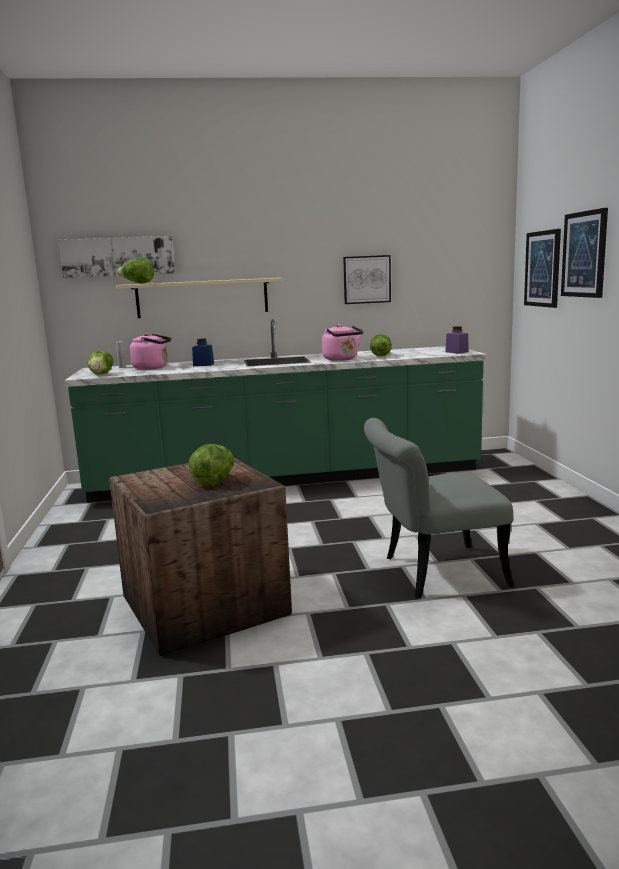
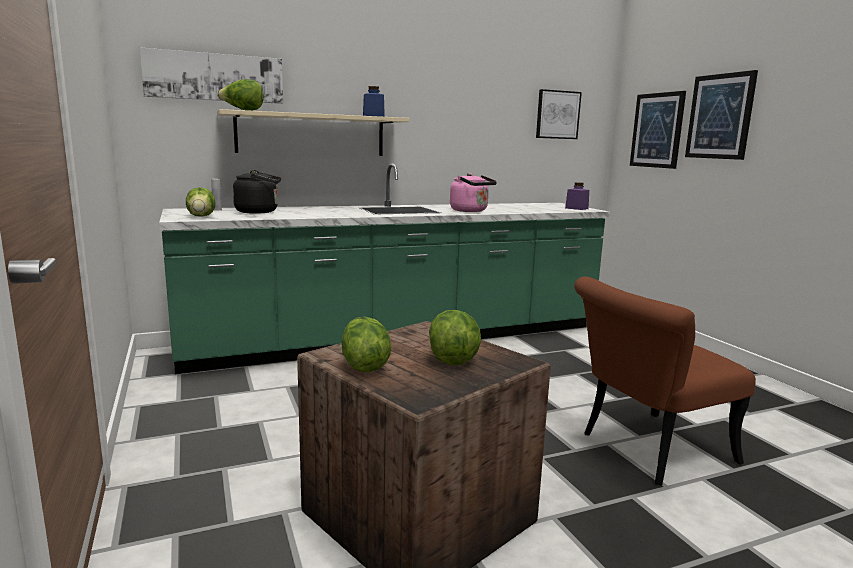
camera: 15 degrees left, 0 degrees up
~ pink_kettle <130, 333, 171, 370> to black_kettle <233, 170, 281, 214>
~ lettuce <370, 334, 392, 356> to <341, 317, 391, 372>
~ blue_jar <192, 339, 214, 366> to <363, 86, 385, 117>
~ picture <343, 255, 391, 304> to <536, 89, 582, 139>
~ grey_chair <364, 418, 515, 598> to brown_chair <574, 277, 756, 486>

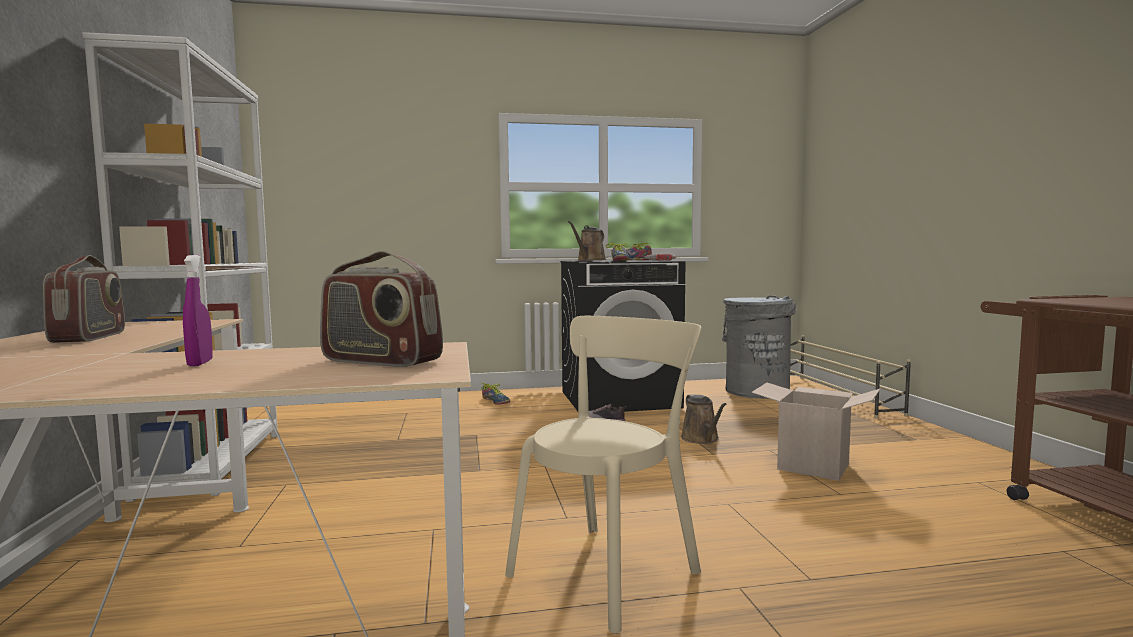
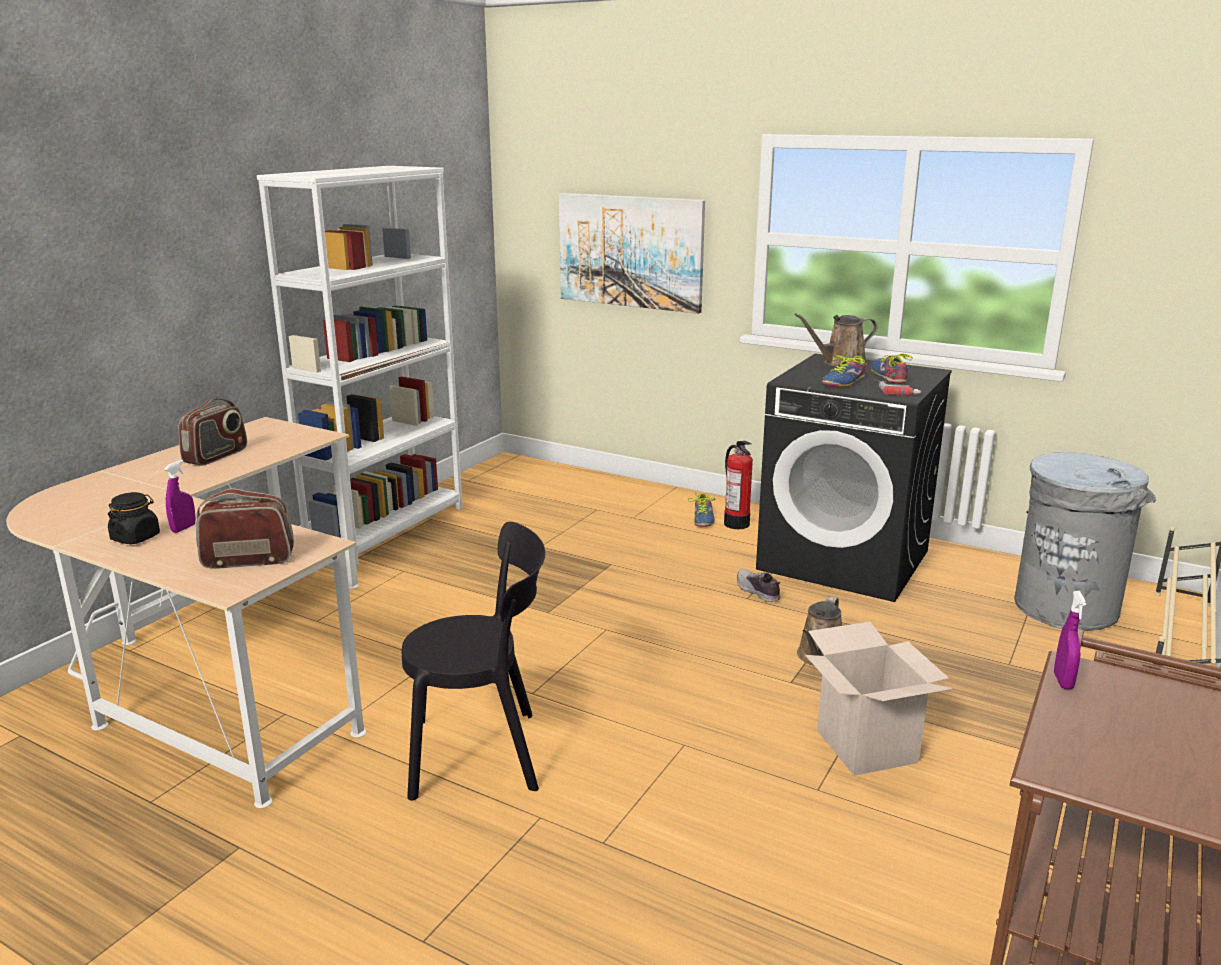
camera: 40 degrees right, 15 degrees up
+ black_jar <108, 492, 160, 544>
~ radio <320, 251, 443, 367> = <196, 488, 294, 569> 105 degrees clockwise
~ beige_chair <505, 316, 701, 634> to black_chair <402, 522, 545, 801>
+ picture <559, 193, 705, 314>
+ fire_extinguisher <724, 441, 753, 529>
+ purple_spray_bottle <1054, 591, 1086, 690>

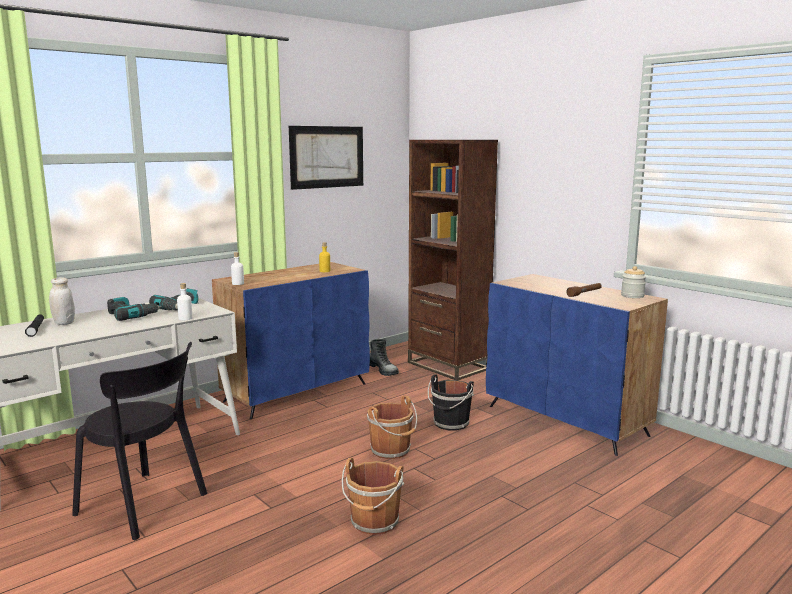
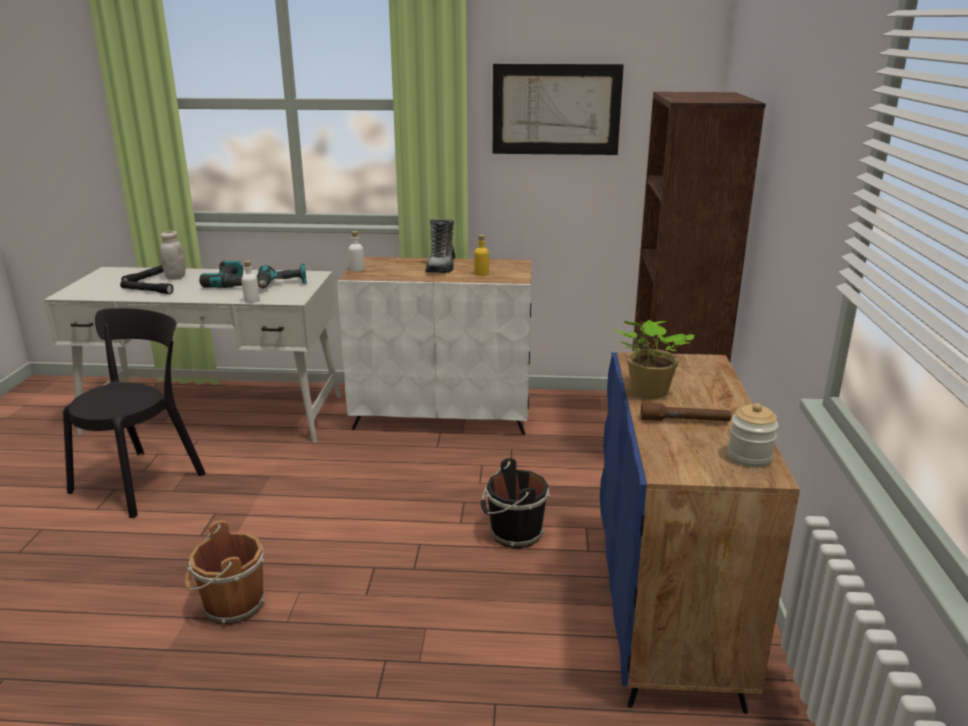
camera: 45 degrees right, 10 degrees up
~ black_chair <72, 342, 207, 540> = <63, 308, 206, 518> 135 degrees counterclockwise
+ black_flashlight <120, 281, 173, 294>
~ blue_cabinet <212, 262, 370, 419> to white_cabinet <337, 257, 531, 435>
~ boot <369, 338, 399, 376> to <425, 219, 456, 273>
+ potted_plant <613, 320, 694, 399>
- brown_bucket <367, 395, 417, 459>

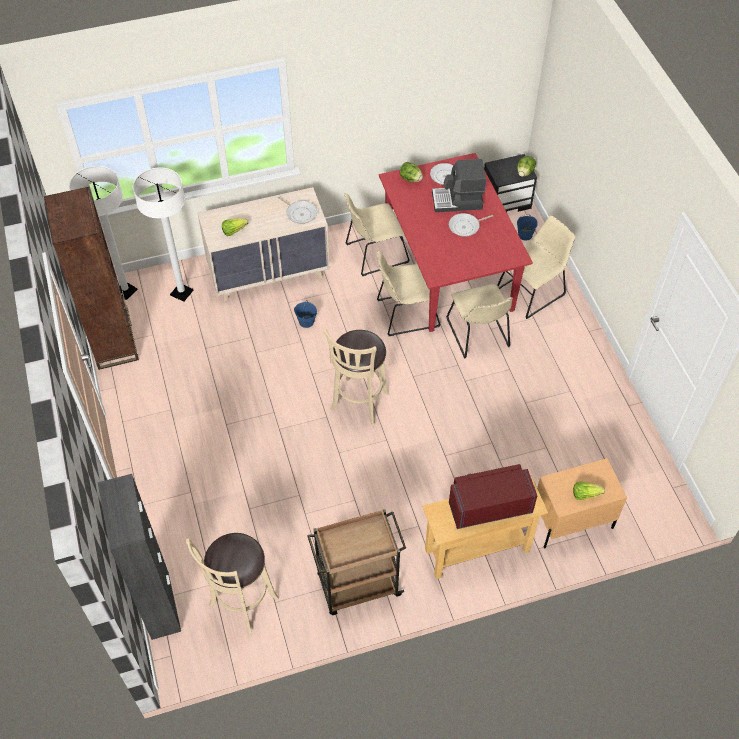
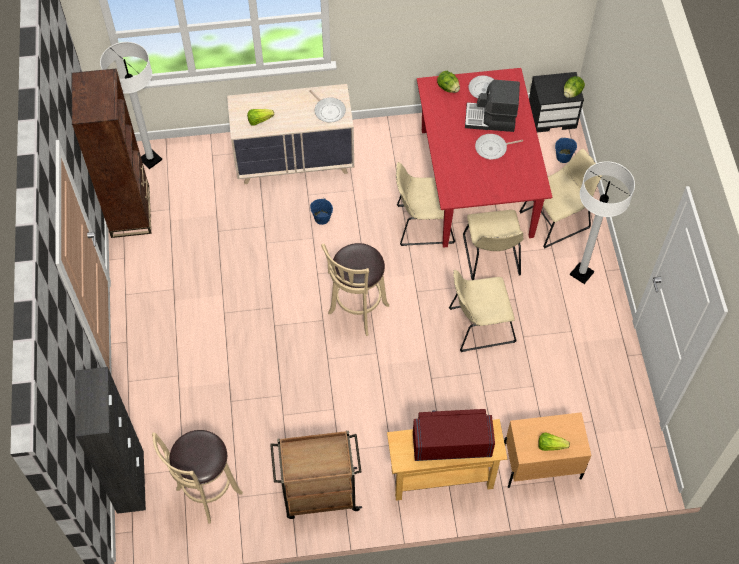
camera: 10 degrees right, 5 degrees up
~ beige_chair <345, 193, 410, 276> to <449, 270, 517, 352>
~ white_floor_lamp <133, 167, 193, 302> to <570, 161, 635, 284>

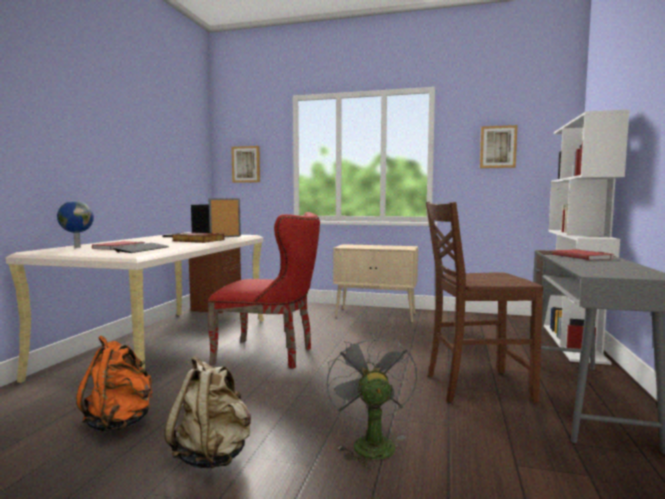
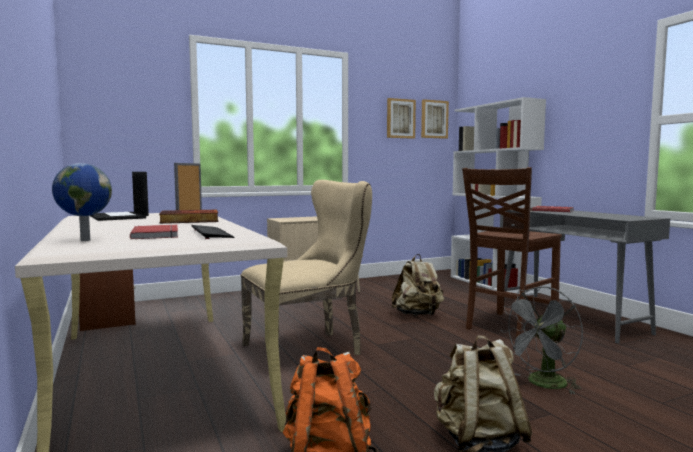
camera: 40 degrees left, 0 degrees up
~ red_chair <207, 212, 320, 369> to beige_chair <240, 180, 372, 355>
+ beige_backpack <391, 254, 444, 316>
~ picture <231, 146, 260, 183> to <421, 99, 449, 139>
~ grey_fan <326, 332, 417, 468> = <500, 286, 583, 395> 75 degrees counterclockwise

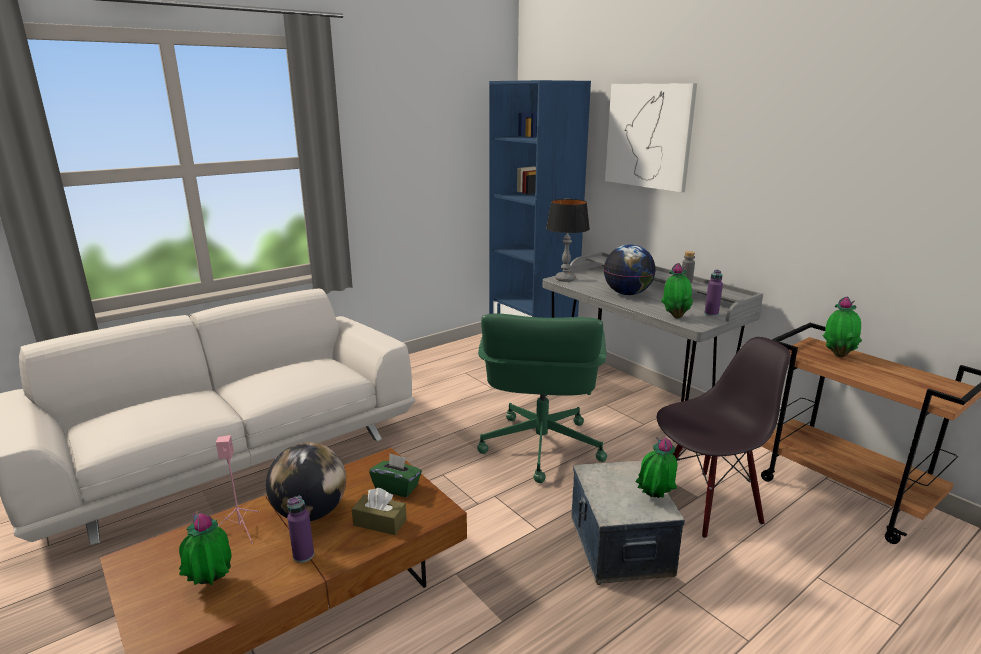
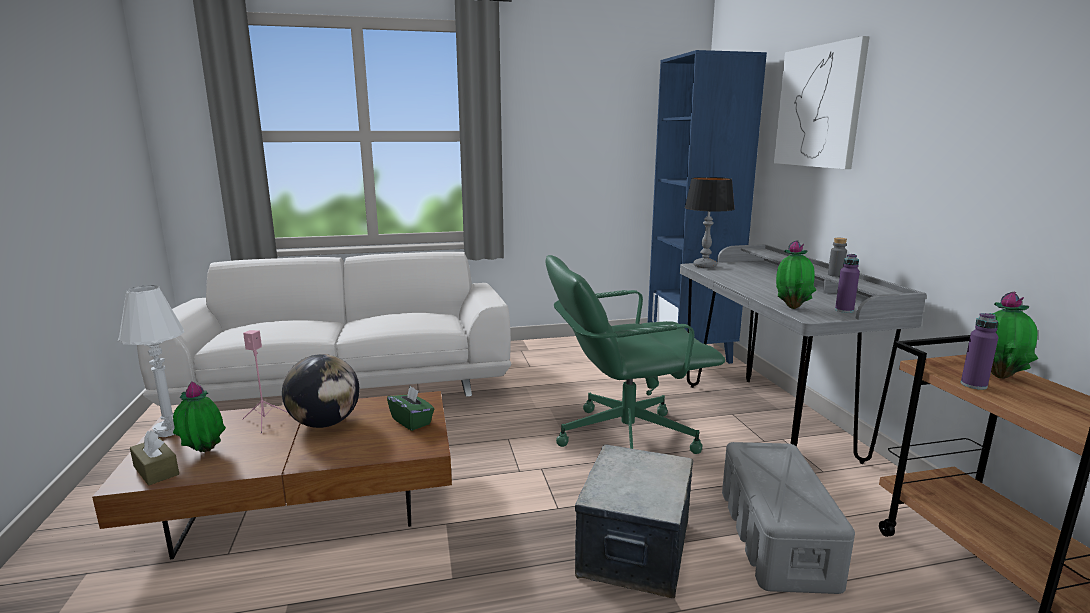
camera: 25 degrees right, 5 degrees down
+ white_table_lamp <118, 285, 184, 437>
~ brown_tissue_box <352, 488, 407, 535> to <130, 431, 179, 485>
~ green_office_chair <477, 313, 607, 483> = <545, 255, 725, 454> 45 degrees clockwise
~ black_chair <657, 337, 791, 539> to grey_storage_box <722, 442, 855, 594>
~ purple_bottle <287, 496, 314, 563> to <961, 313, 999, 390>
- globe <604, 244, 656, 295>
- potted_plant <636, 437, 677, 498>

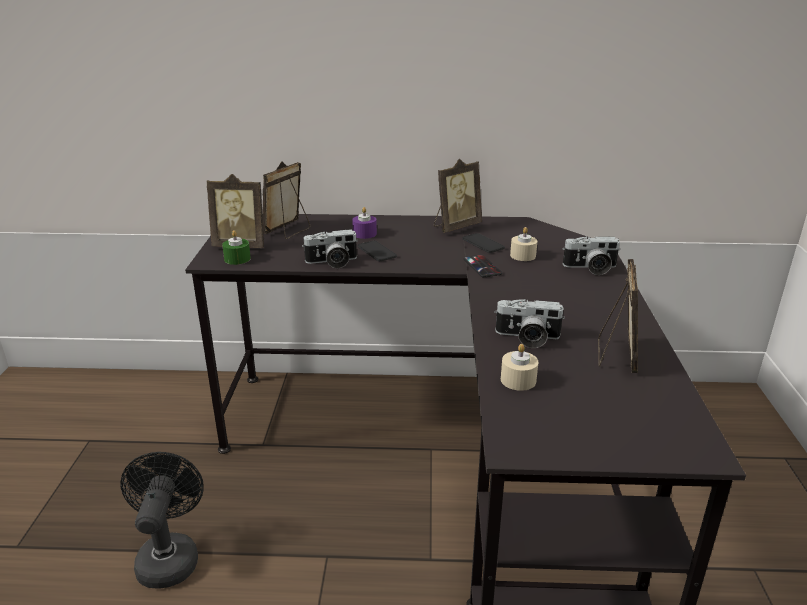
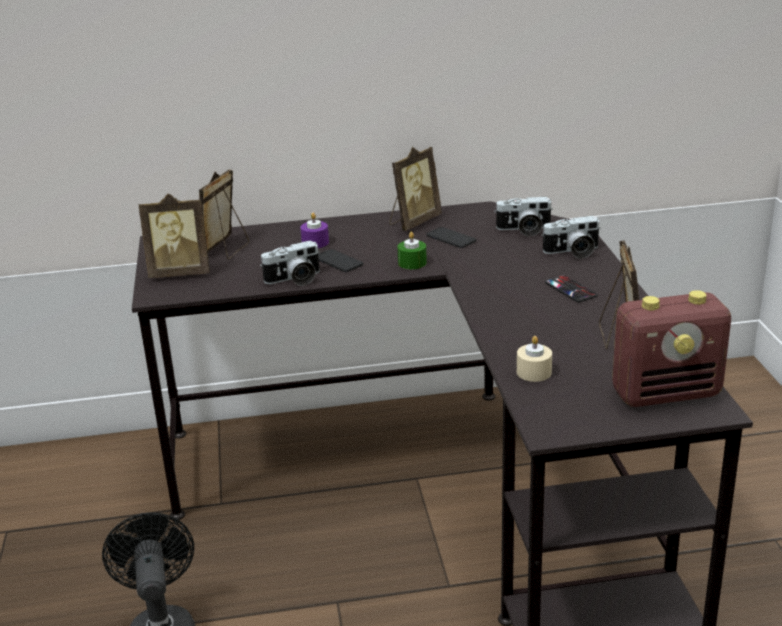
camera: 10 degrees left, 0 degrees up
~ green_candle <222, 230, 251, 265> to <397, 231, 427, 269>
~ photo_camera <494, 299, 565, 348> to <494, 197, 553, 236>
~ phone <464, 255, 502, 277> to <545, 275, 598, 302>
+ radio <612, 290, 731, 407>
- beige_candle <510, 227, 537, 261>

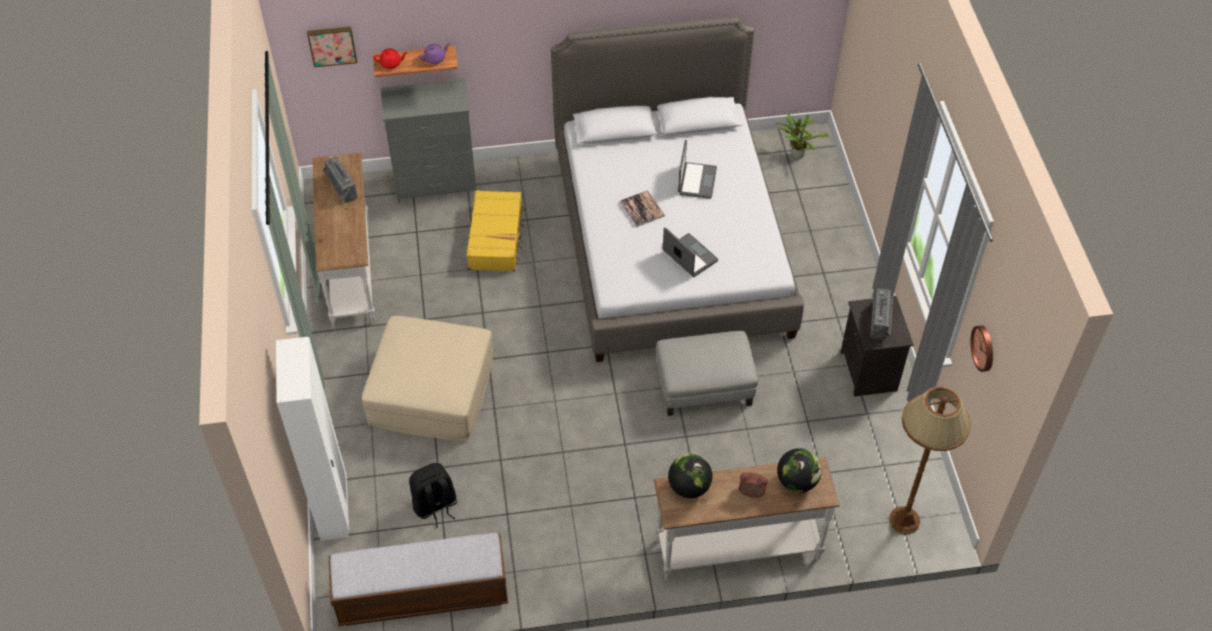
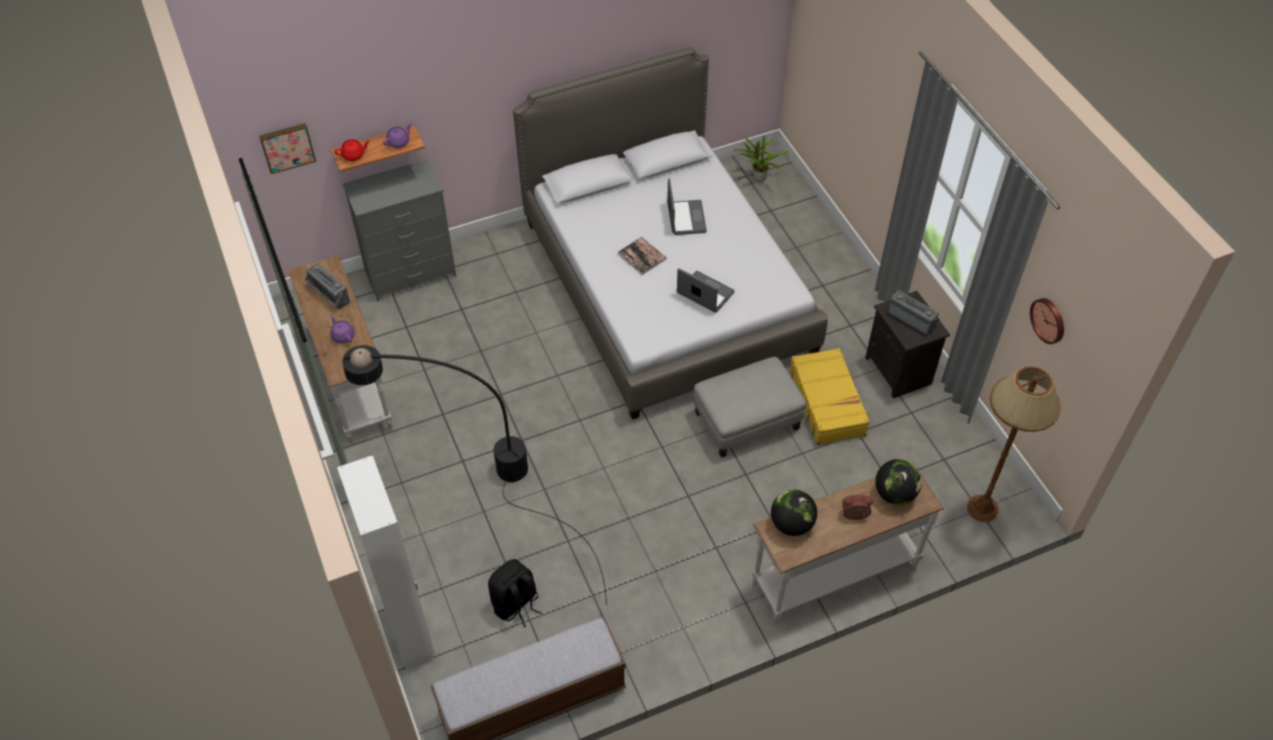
camera: 15 degrees left, 0 degrees up
+ purple_teapot <330, 315, 355, 343>
~ beige_ottoman <362, 316, 493, 441> to black_floor_lamp <342, 345, 607, 605>
~ yellow_suitcase <467, 190, 525, 272> to <790, 348, 870, 445>
~ radio <871, 288, 893, 340> = <888, 290, 939, 335> 45 degrees counterclockwise

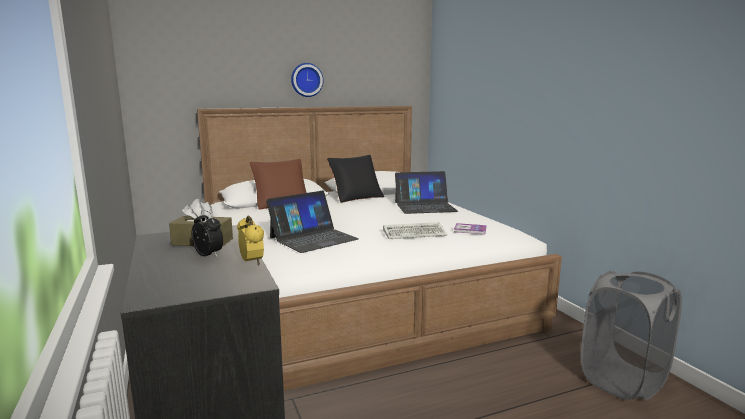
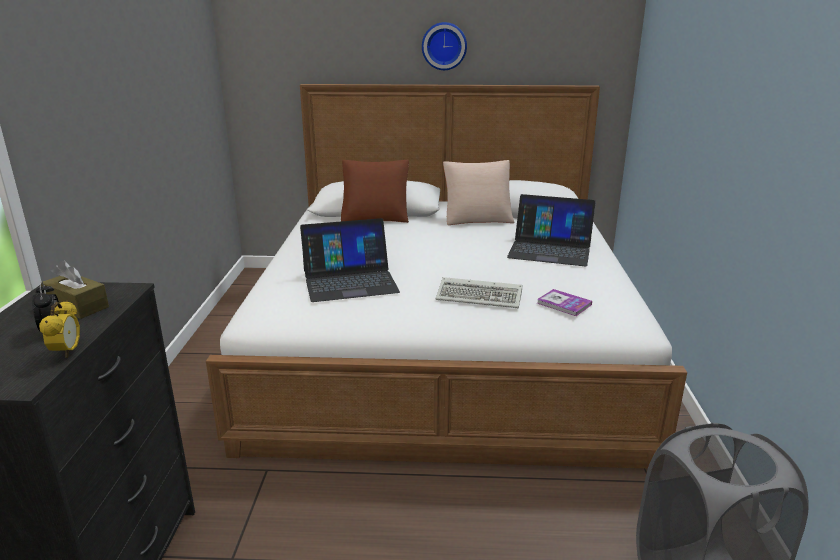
camera: 25 degrees right, 10 degrees up
~ black_pillow <327, 155, 384, 203> to beige_pillow <443, 160, 514, 225>

